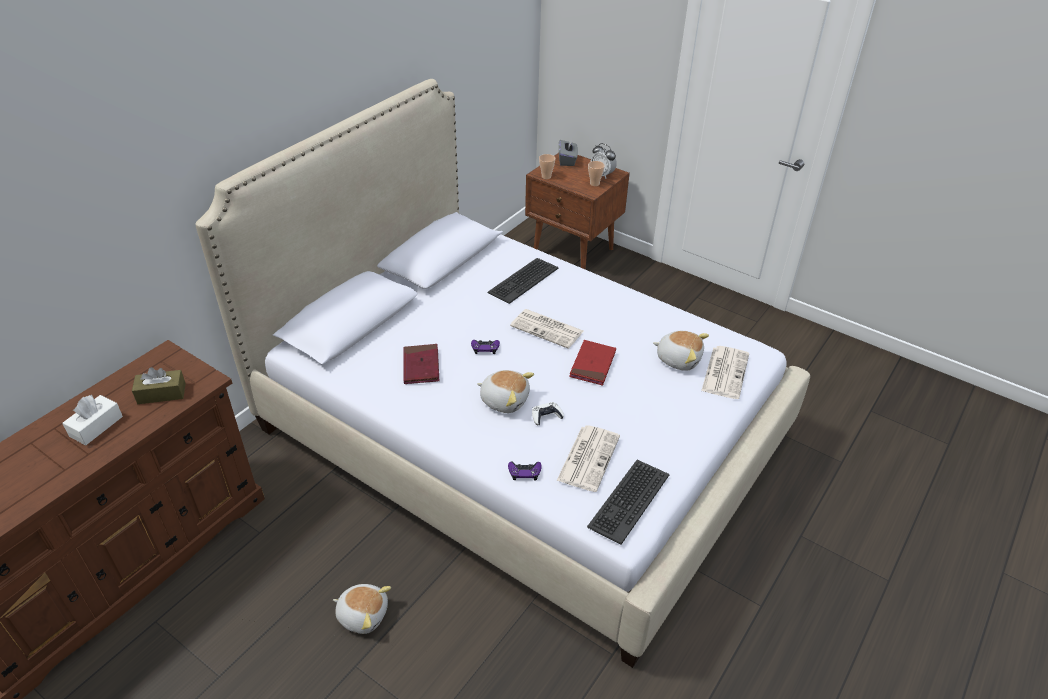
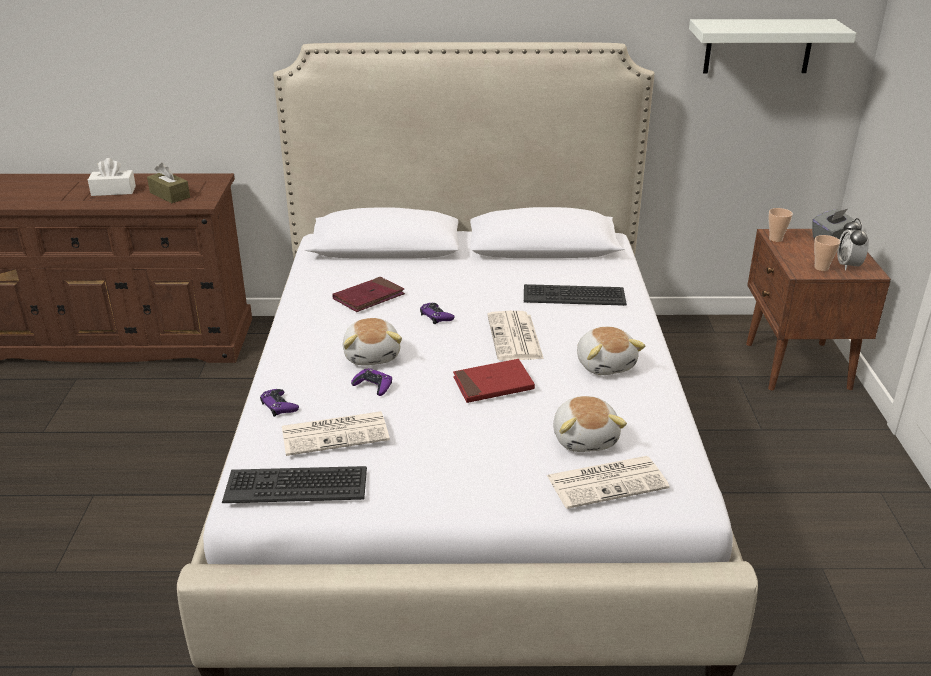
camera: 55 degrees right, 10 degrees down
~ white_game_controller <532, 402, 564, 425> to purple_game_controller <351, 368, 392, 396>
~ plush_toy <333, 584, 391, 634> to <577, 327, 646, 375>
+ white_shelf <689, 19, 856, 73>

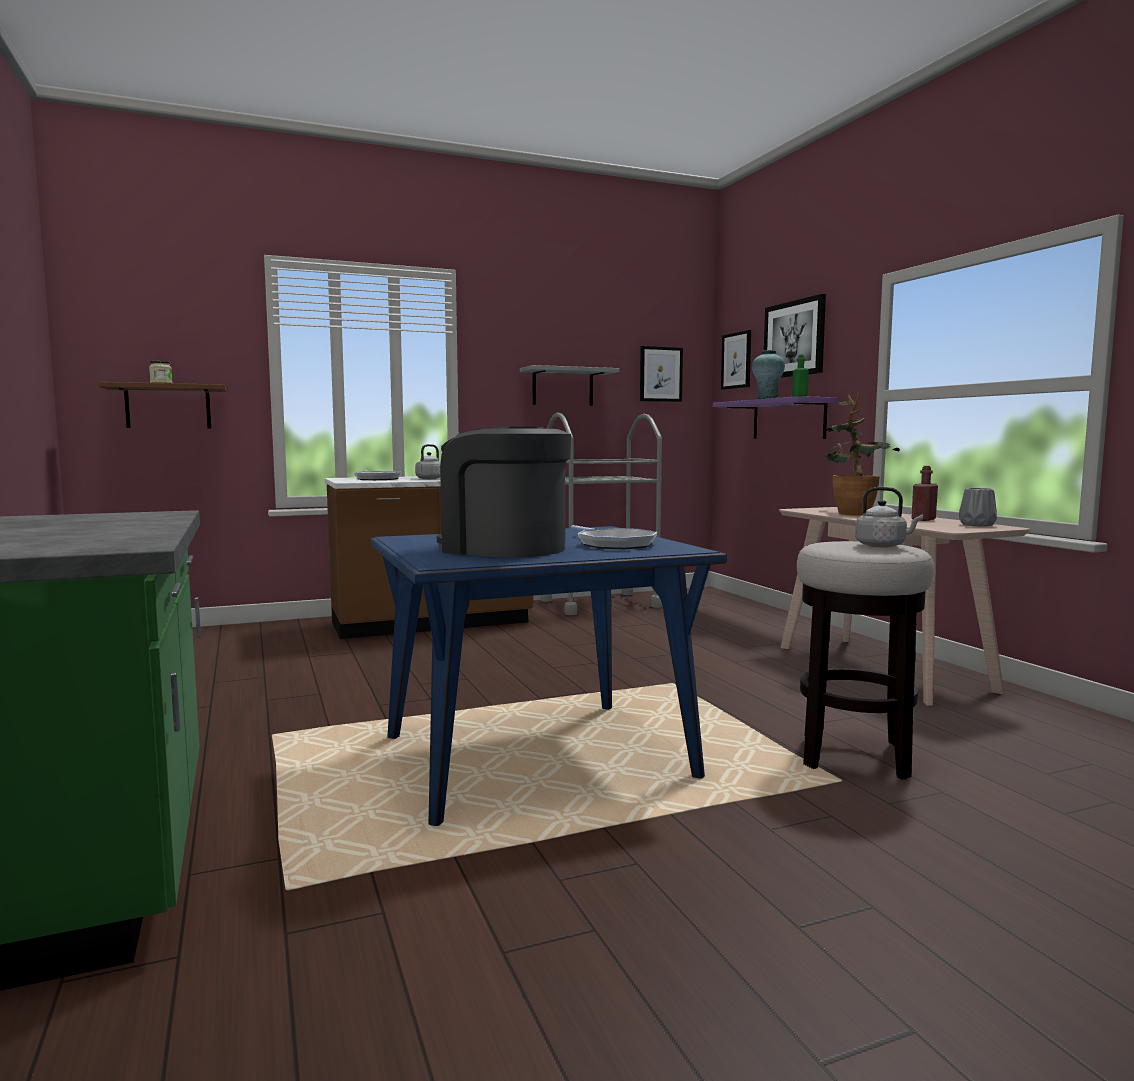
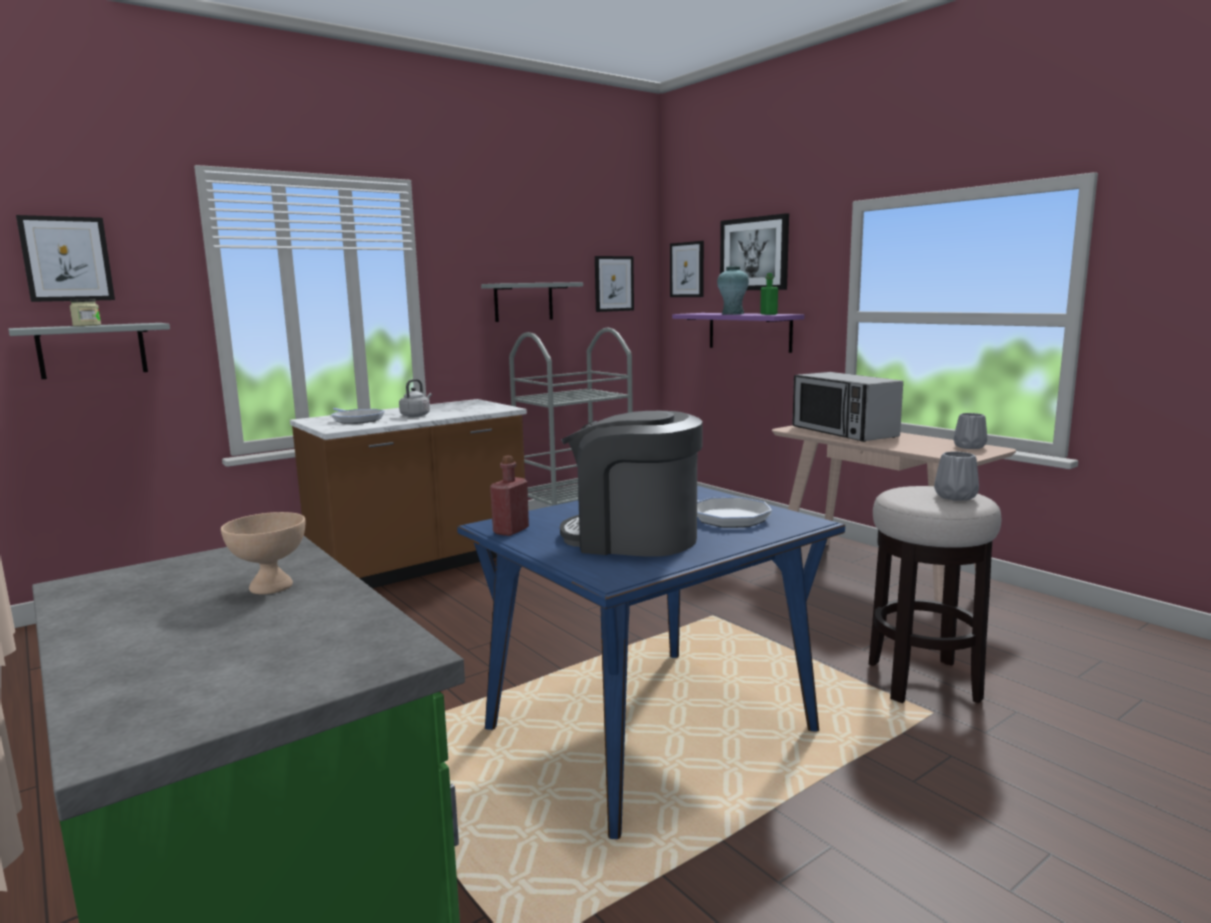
camera: 15 degrees left, 5 degrees up
~ brown_shelf <98, 382, 226, 428> to grey_shelf <9, 323, 170, 379>
+ picture <16, 215, 115, 302>
+ beige_bowl <221, 512, 305, 594>
~ red_bottle <912, 466, 938, 521> to <490, 456, 529, 536>
~ potted_plant <825, 392, 900, 515> to microwave <792, 372, 903, 442>
~ grey_kettle <855, 487, 923, 548> to grey_vase <934, 452, 979, 501>

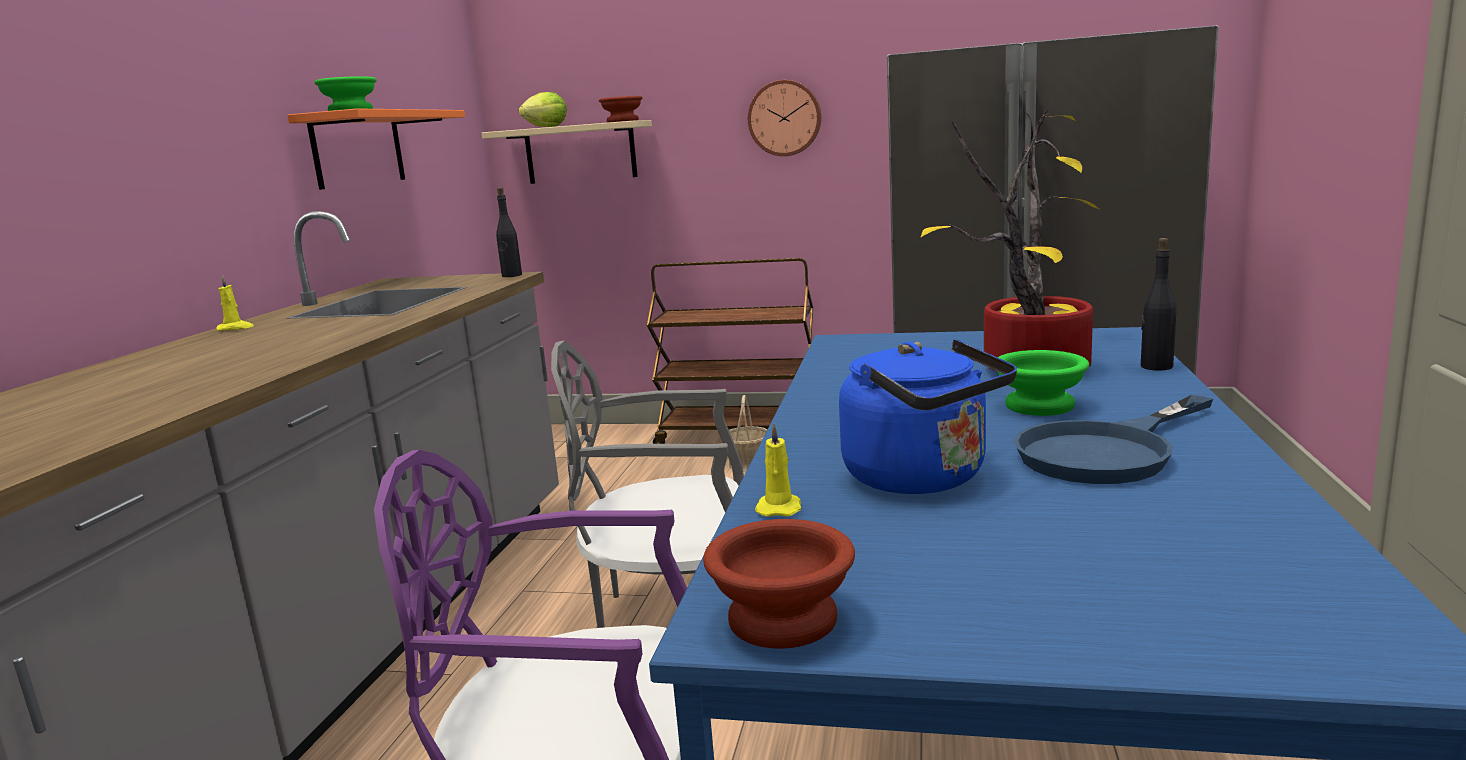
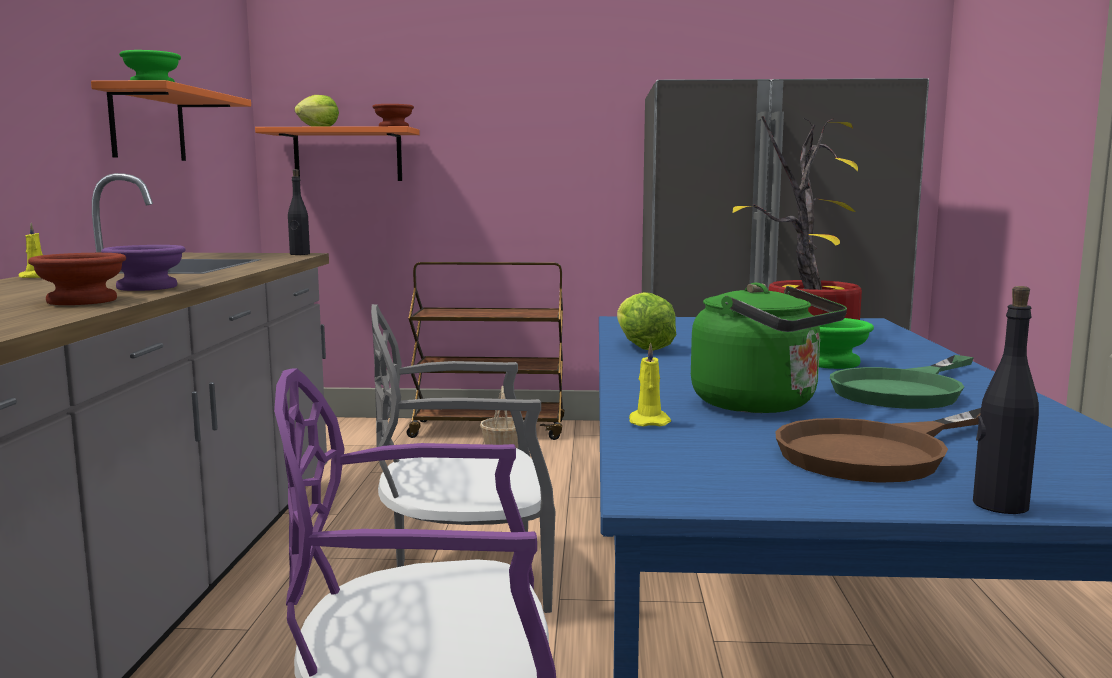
camera: 10 degrees left, 5 degrees down
~ brown_bowl <703, 519, 855, 649> to <28, 253, 126, 305>
+ purple_bowl <101, 245, 186, 291>
~ beige_shelf <482, 120, 652, 184> to orange_shelf <255, 126, 420, 181>
+ lettuce <617, 292, 676, 351>
~ blue_kettle <839, 339, 1017, 494> to green_kettle <691, 283, 847, 413>
+ brown_frying_pan <775, 408, 981, 483>
~ blue_frying_pan <1014, 395, 1213, 484> to green_frying_pan <830, 355, 974, 409>
~ black_bottle <1141, 238, 1177, 371> to <973, 286, 1039, 514>
- wall_clock <748, 80, 821, 156>

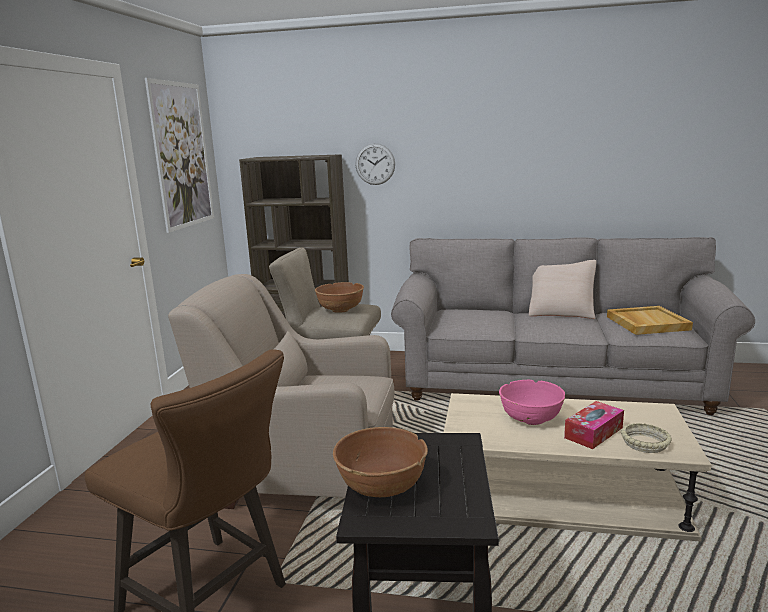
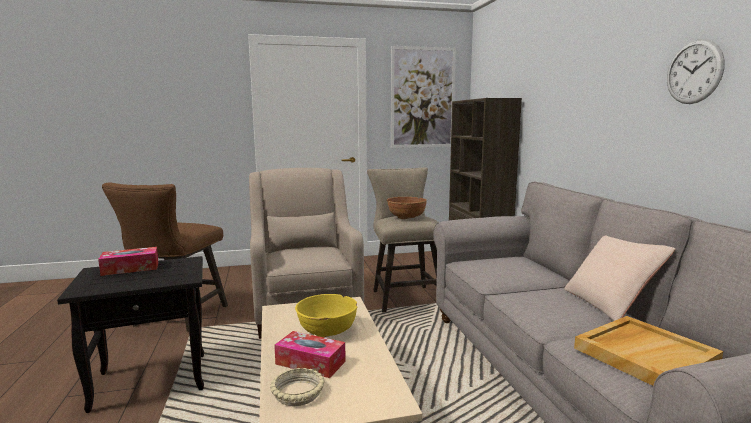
camera: 65 degrees right, 5 degrees down
~ brown_bowl <333, 427, 428, 497> to tissue_box <98, 247, 158, 276>
~ pink_bowl <499, 380, 565, 425> to yellow_bowl <295, 294, 357, 337>
~ wall_clock <355, 143, 395, 185> to <667, 39, 725, 104>

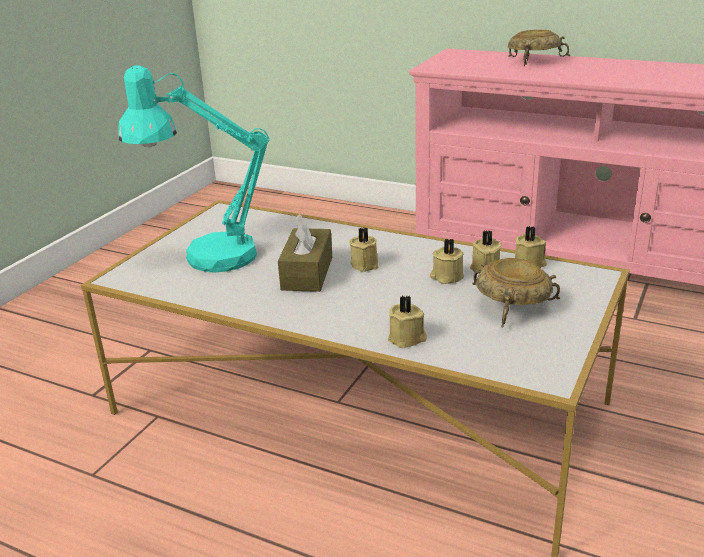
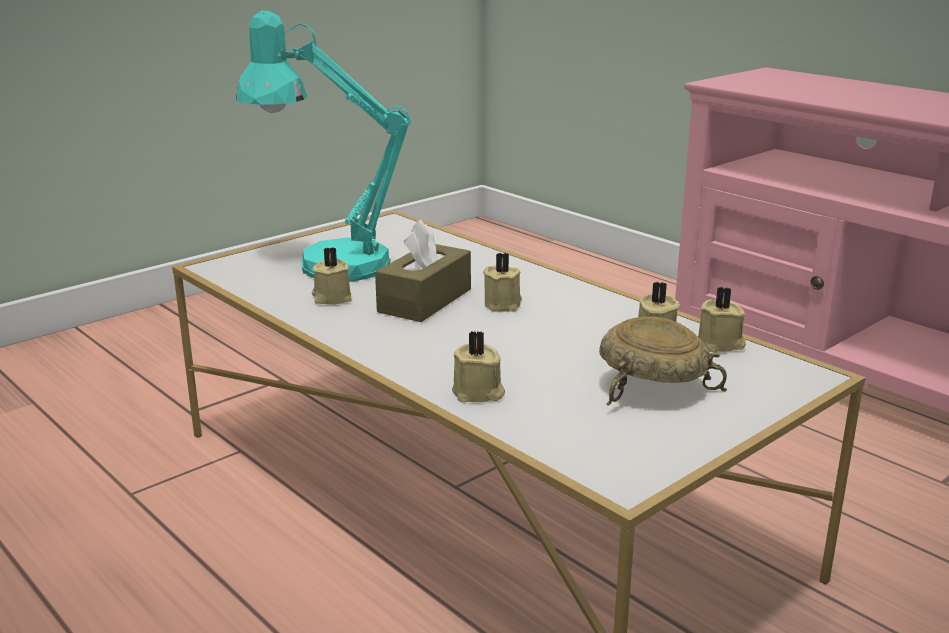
camera: 20 degrees right, 5 degrees down
~ beige_candle <430, 239, 464, 284> to <312, 247, 352, 305>
- beige_bowl <508, 30, 570, 66>

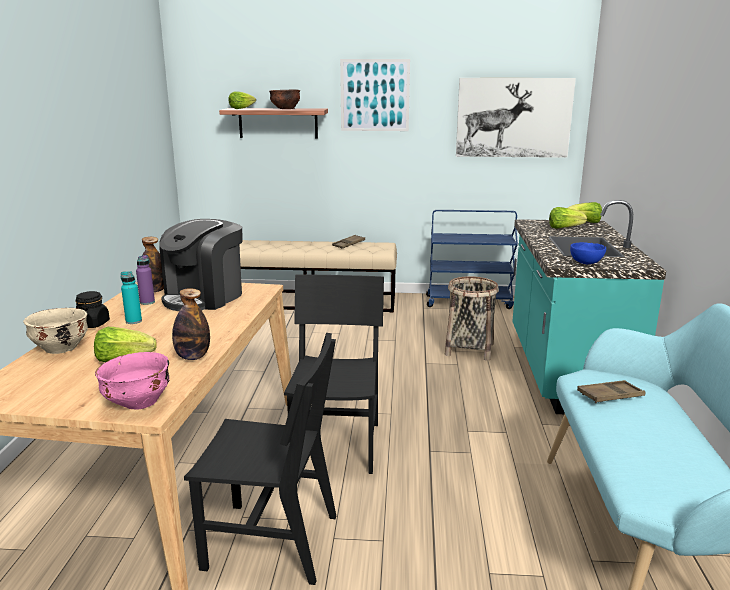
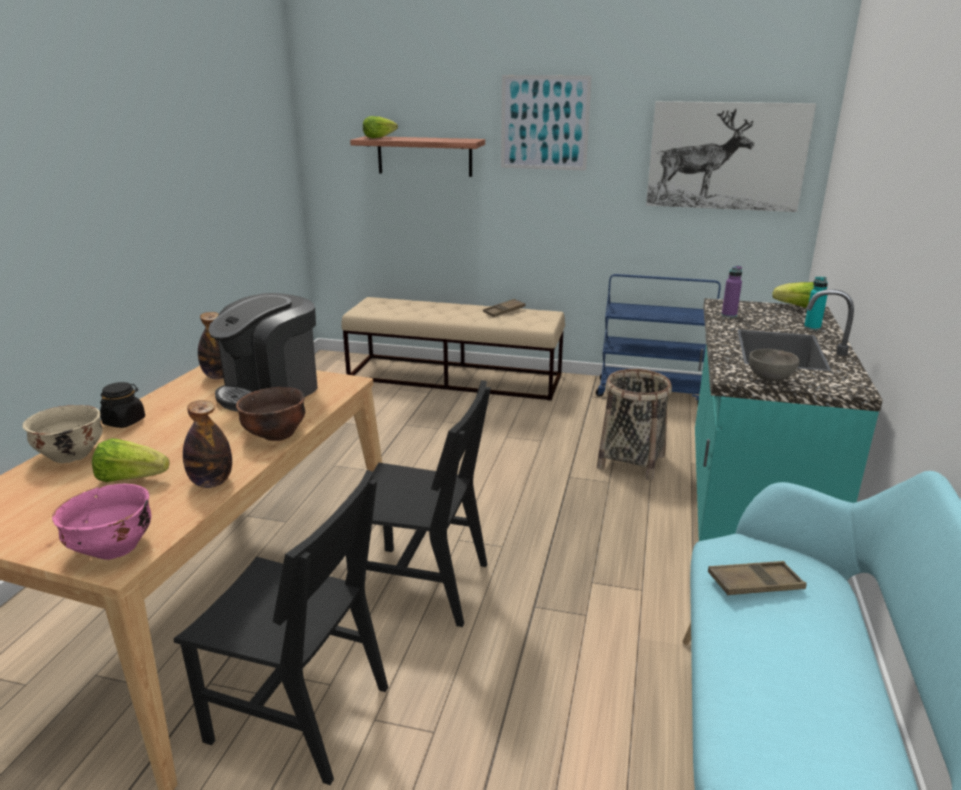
camera: 10 degrees right, 5 degrees up
~ brown_bowl <269, 89, 300, 109> to <236, 387, 305, 441>
~ black_chair <284, 275, 384, 474> = <346, 380, 491, 627> 90 degrees clockwise
~ purple_bottle <136, 255, 155, 305> to <722, 266, 742, 318>
~ blue_bowl <570, 242, 606, 264> to grey_bowl <749, 349, 800, 381>
~ turquoise_bottle <121, 271, 142, 324> to <804, 277, 828, 330>
- lettuce <549, 207, 587, 229>

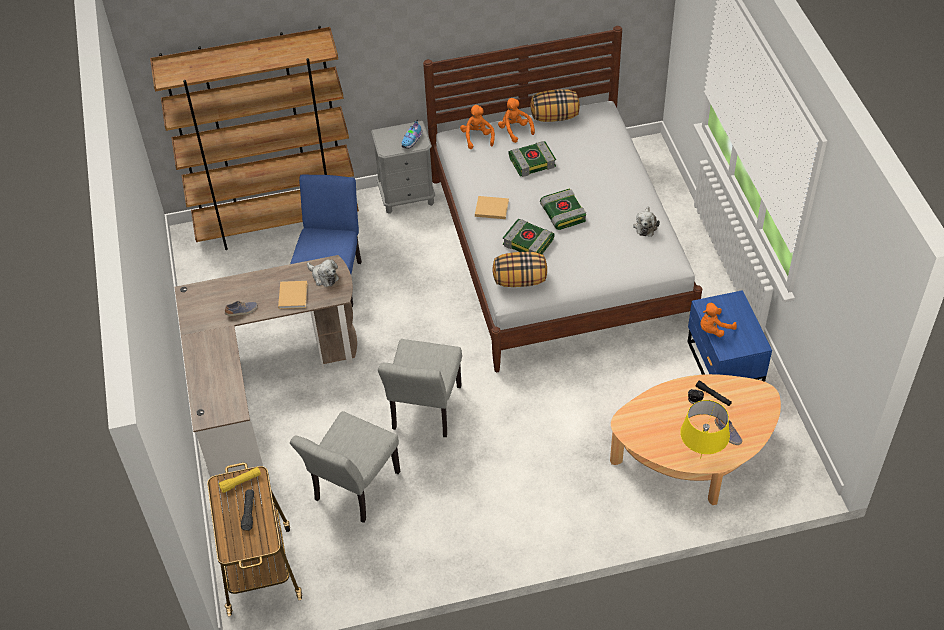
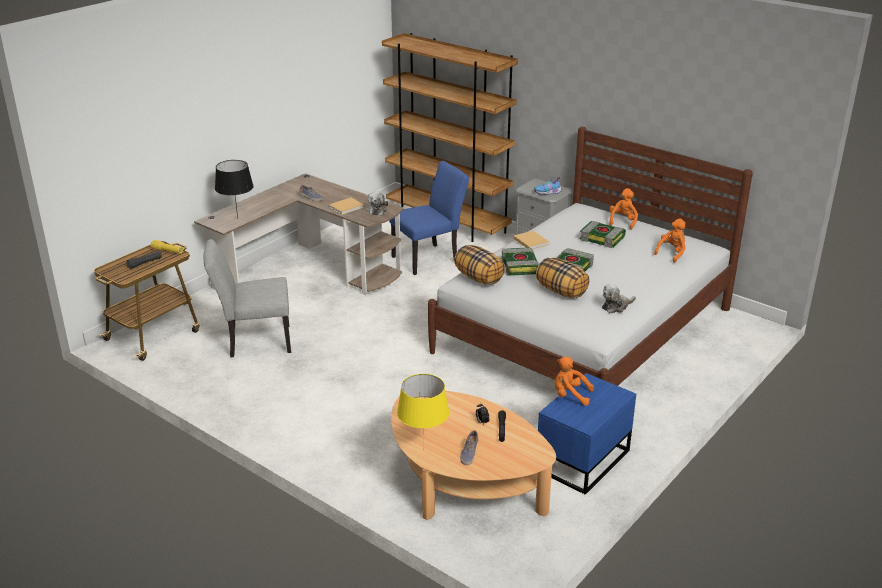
camera: 50 degrees right, 20 degrees down
+ black_table_lamp <215, 160, 254, 219>
~ pillow <530, 89, 580, 122> to <536, 258, 589, 298>
~ orange_plush_toy <460, 105, 495, 149> to <654, 218, 686, 263>
- grey_chair <378, 339, 462, 437>

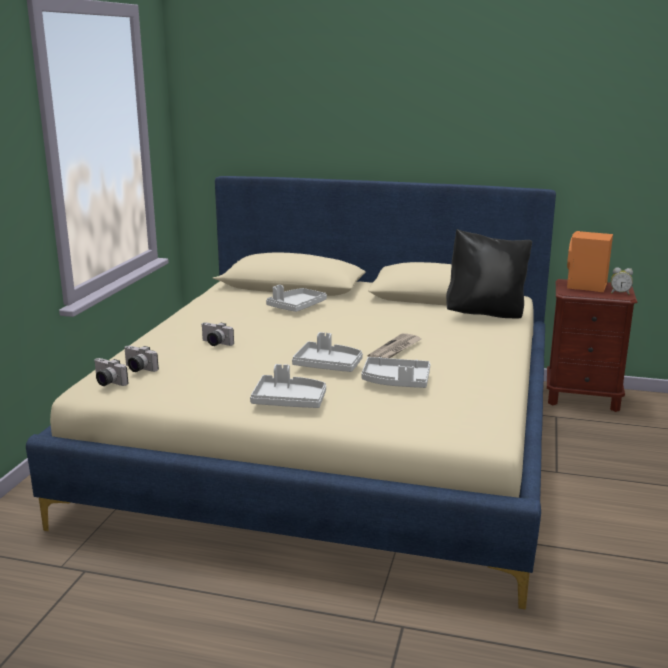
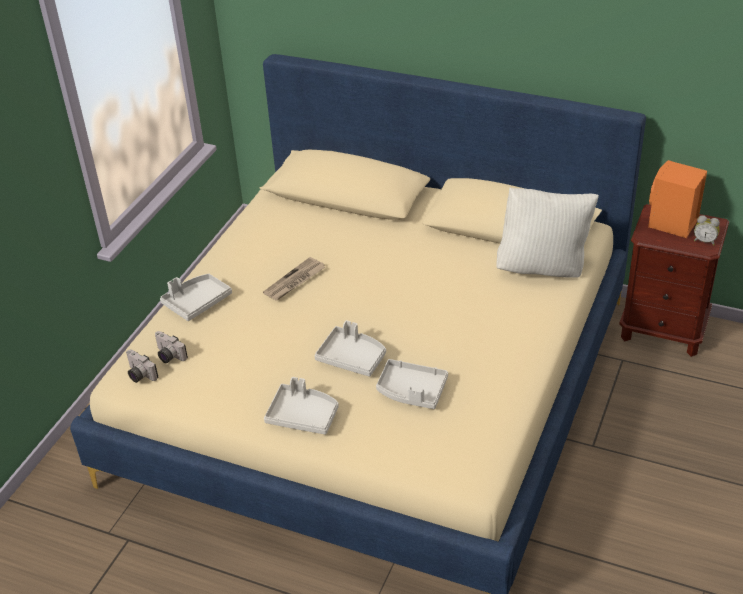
camera: 10 degrees right, 20 degrees up
~ grey_tray <266, 285, 327, 312> to <160, 274, 232, 321>
~ newspaper <368, 333, 421, 358> to <263, 257, 325, 301>
~ black_pillow <446, 229, 532, 318> to white_pillow <496, 188, 599, 278>
- photo_camera <201, 322, 234, 346>

